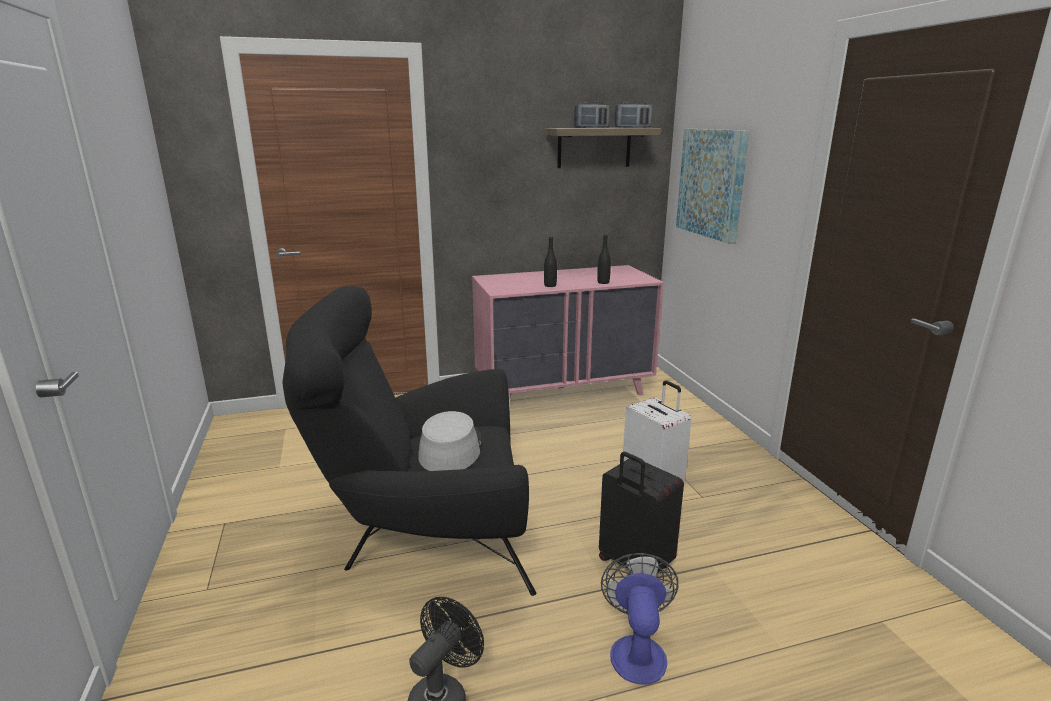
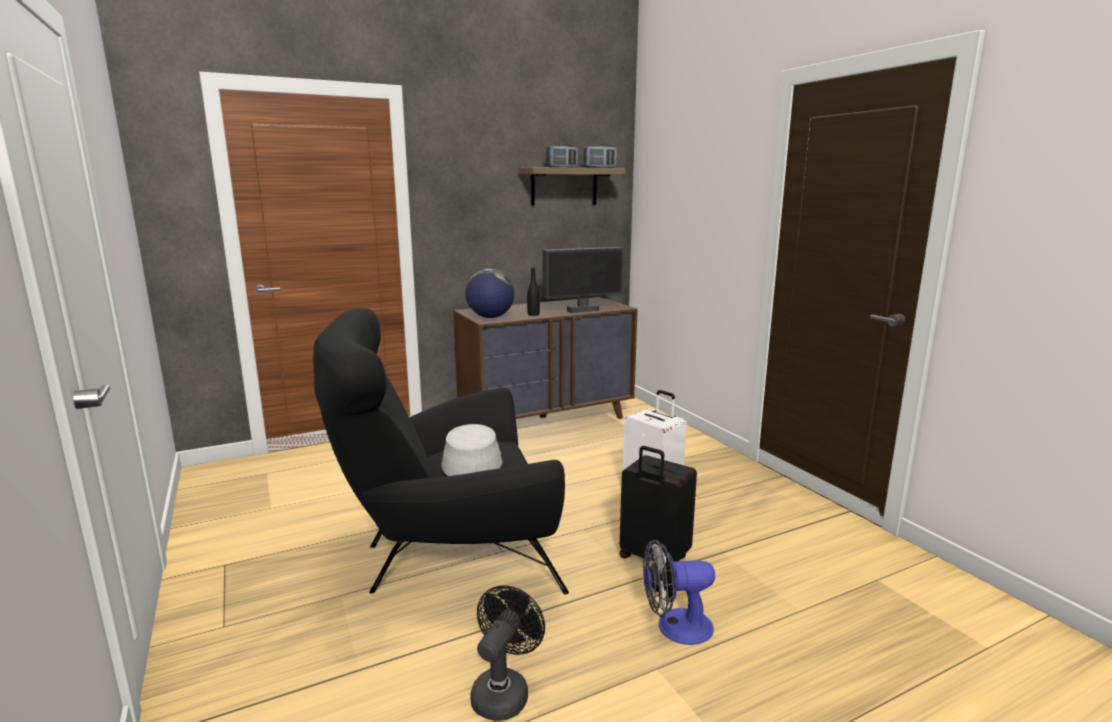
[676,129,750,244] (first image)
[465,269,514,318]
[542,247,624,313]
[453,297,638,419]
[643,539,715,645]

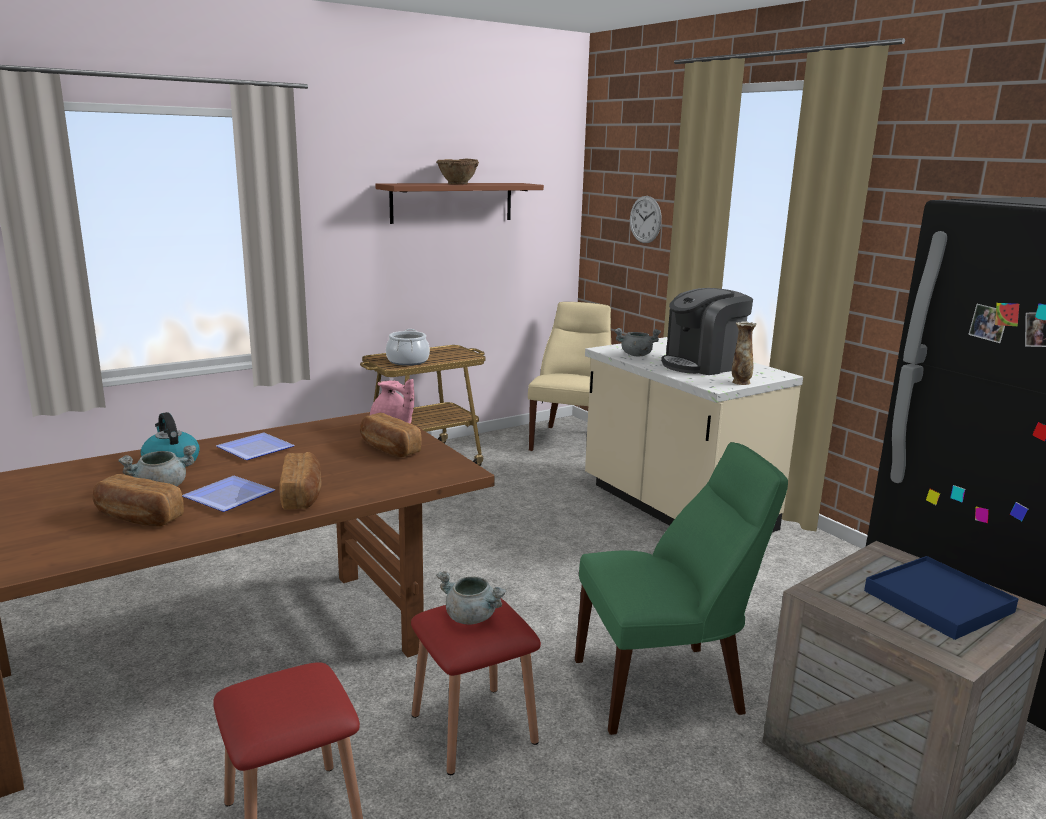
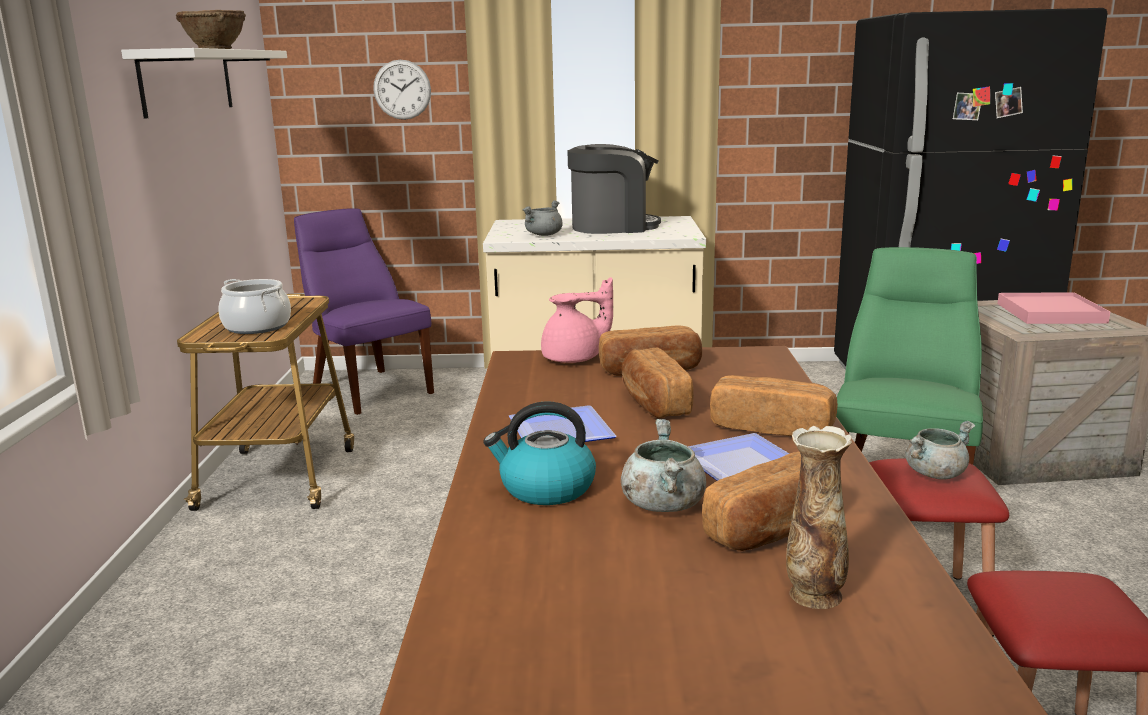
[622,347,694,418]
[786,426,852,609]
[121,48,287,119]
[294,208,434,415]
[997,292,1110,324]
[567,144,661,234]

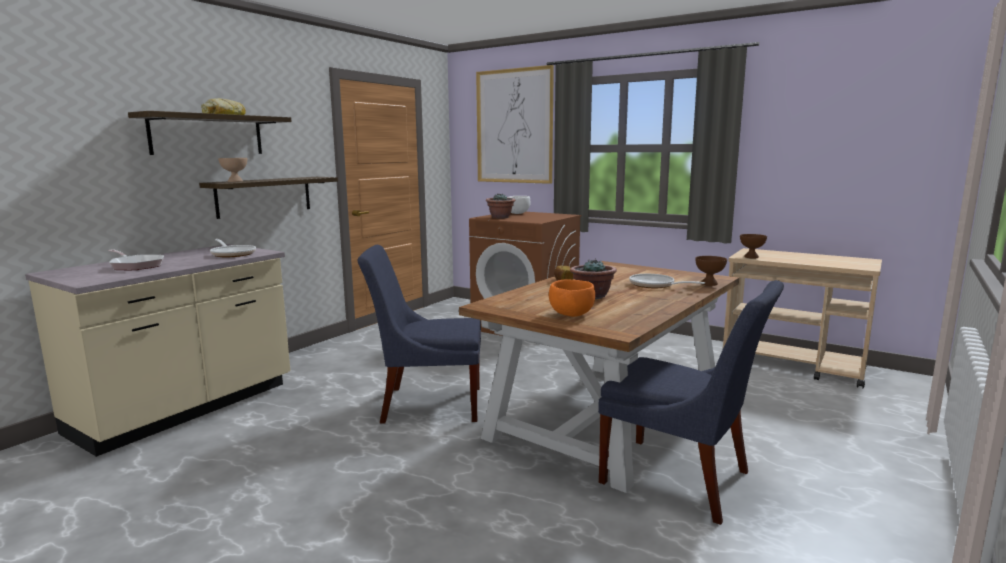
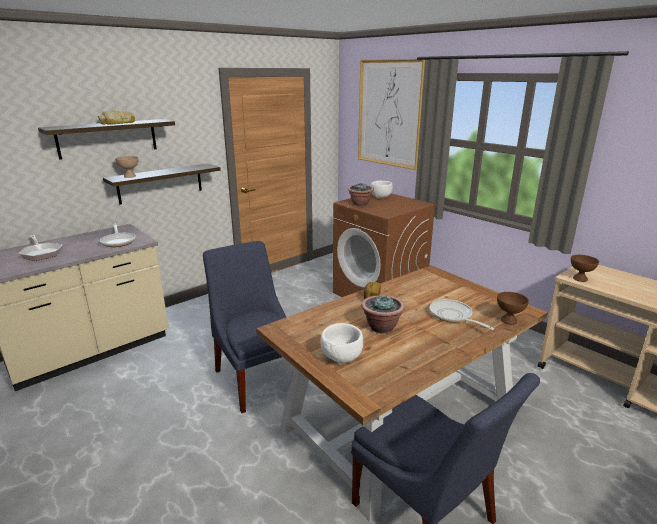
[320,323,363,363]
[203,241,286,413]

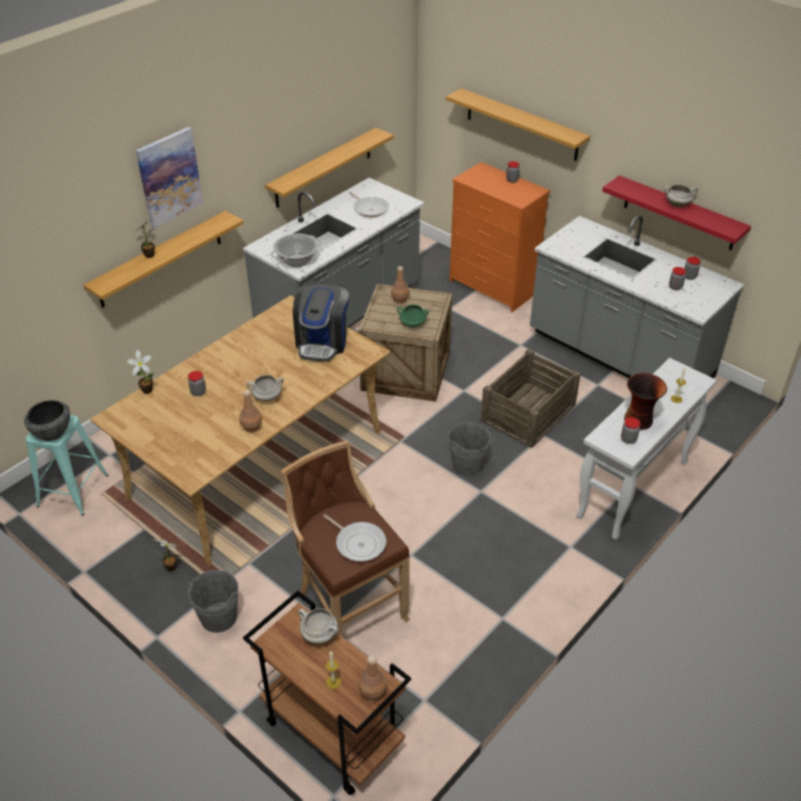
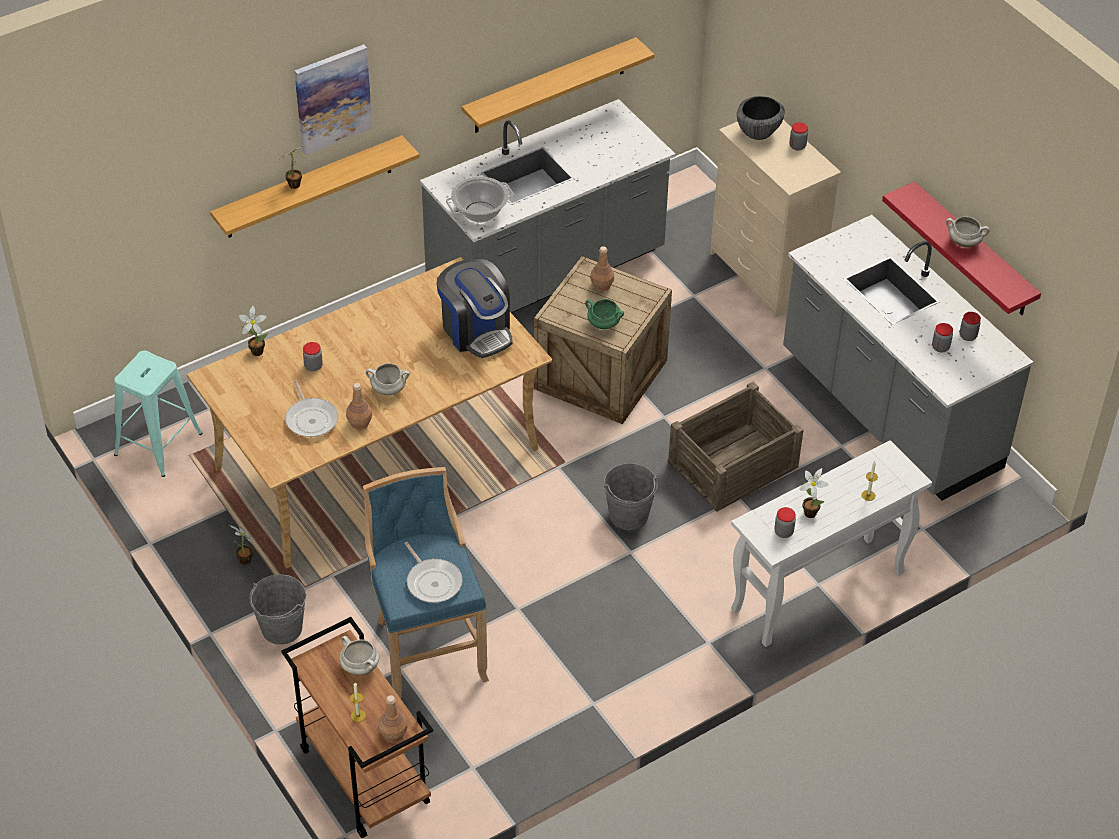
[446,88,590,161] (first image)
[737,96,785,140]
[286,380,338,437]
[799,468,828,518]
[363,467,489,699]
[710,120,841,318]
[437,259,512,358]

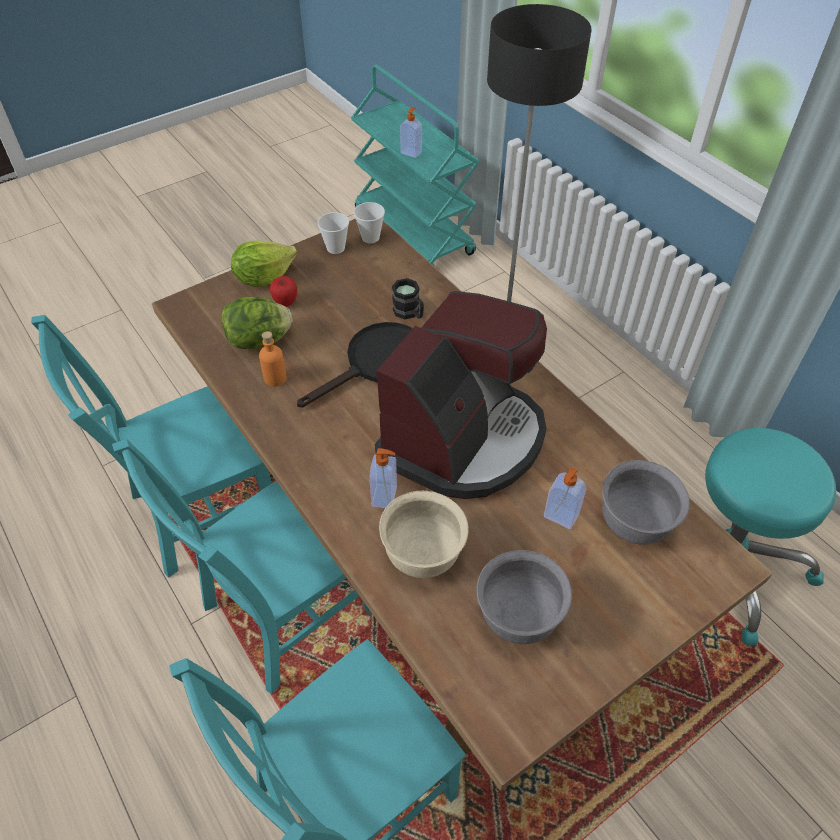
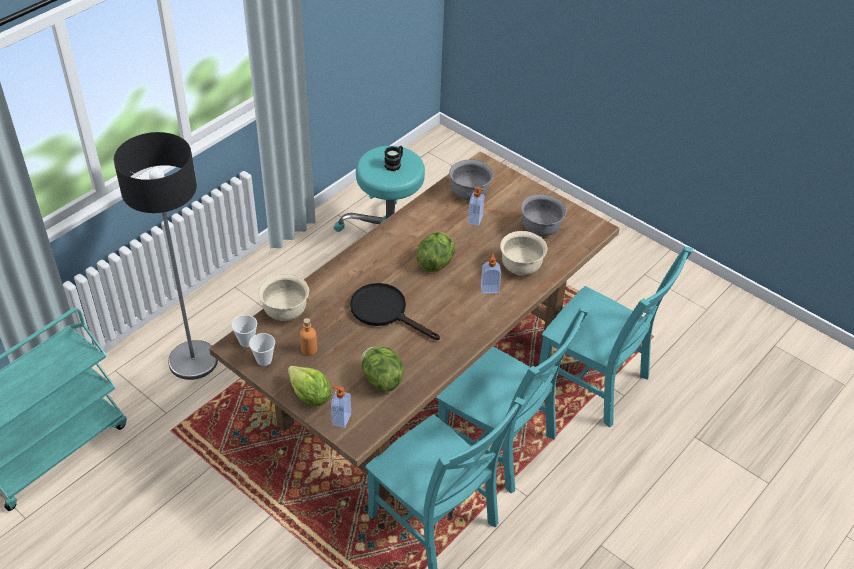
[270,276,297,307] (first image)
[259,274,309,321]
[300,318,317,356]
[384,146,403,171]
[331,386,351,428]
[416,232,455,272]

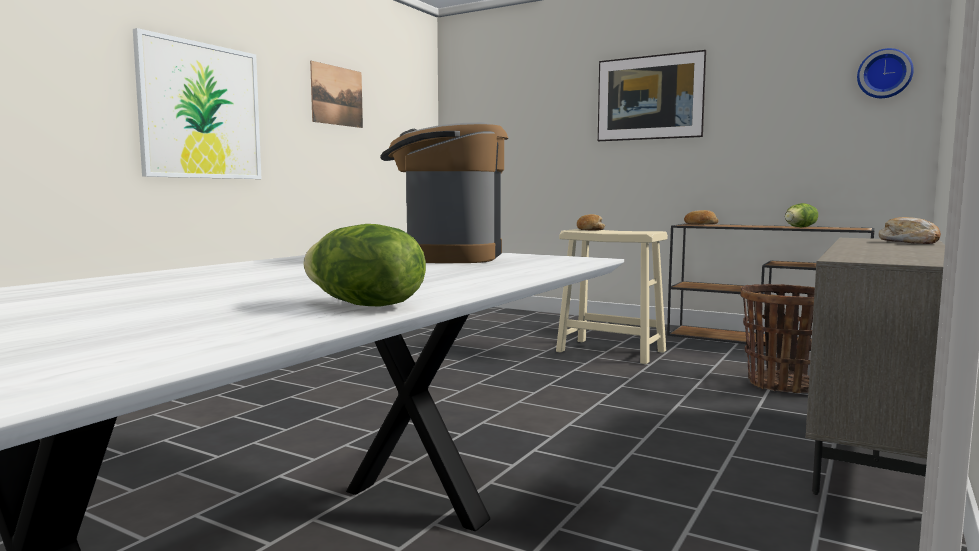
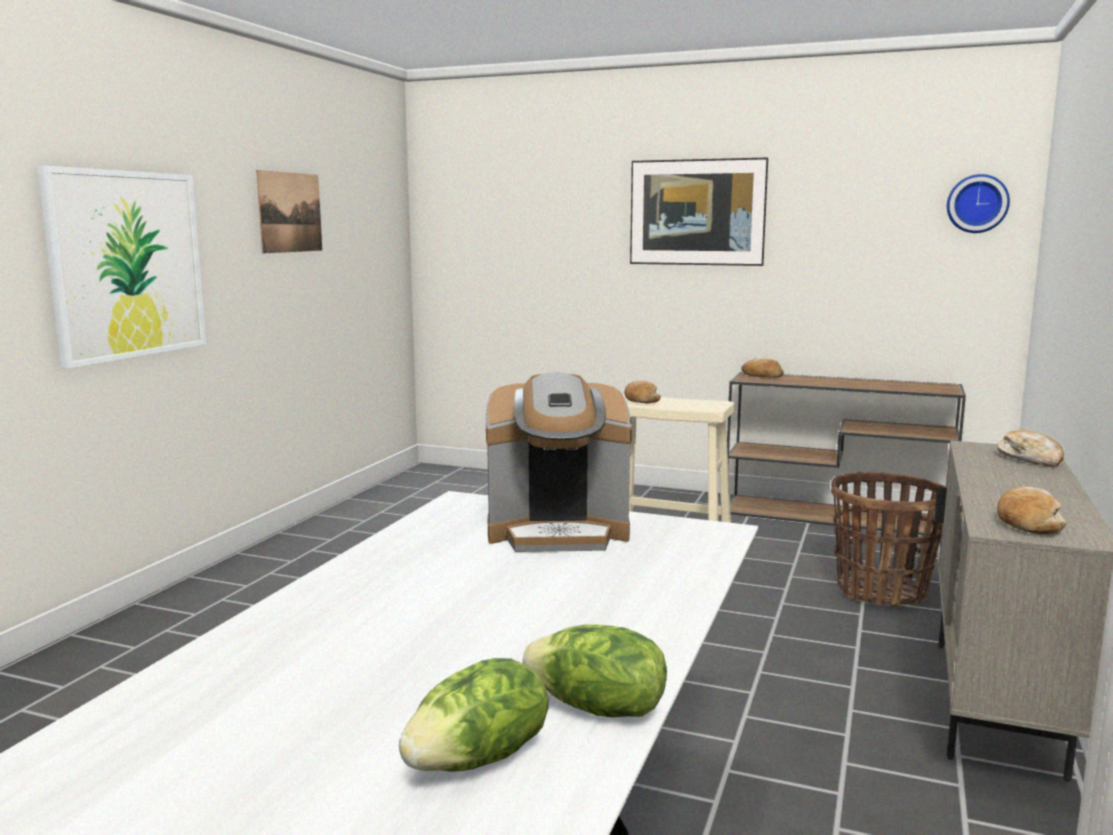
[997,486,1067,534]
[399,658,549,772]
[486,372,632,552]

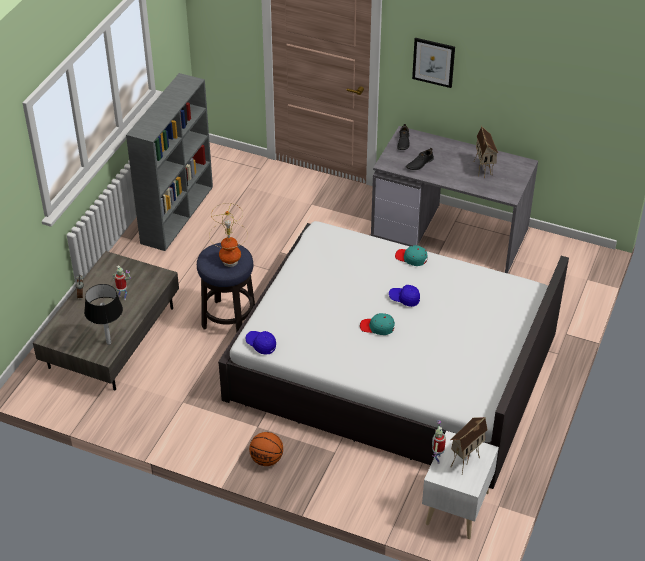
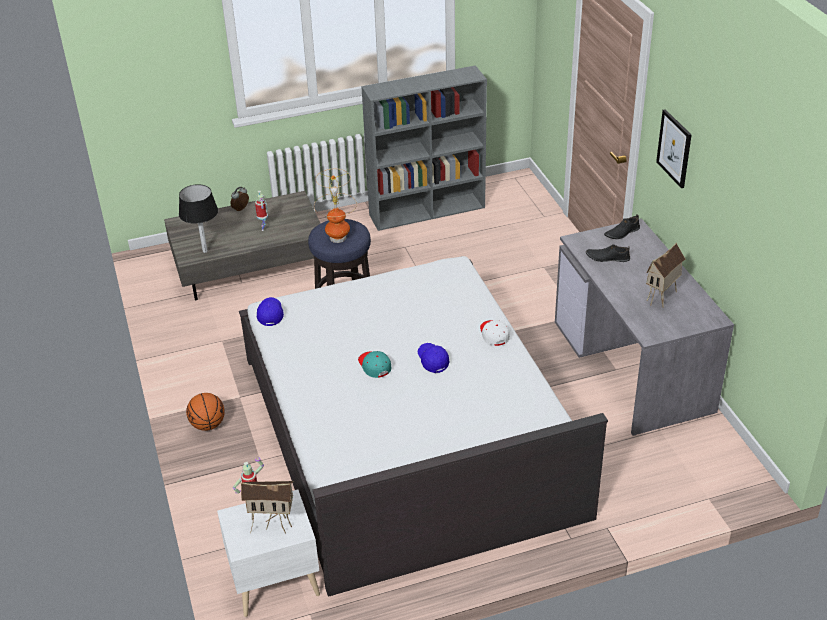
[480,320,510,346]

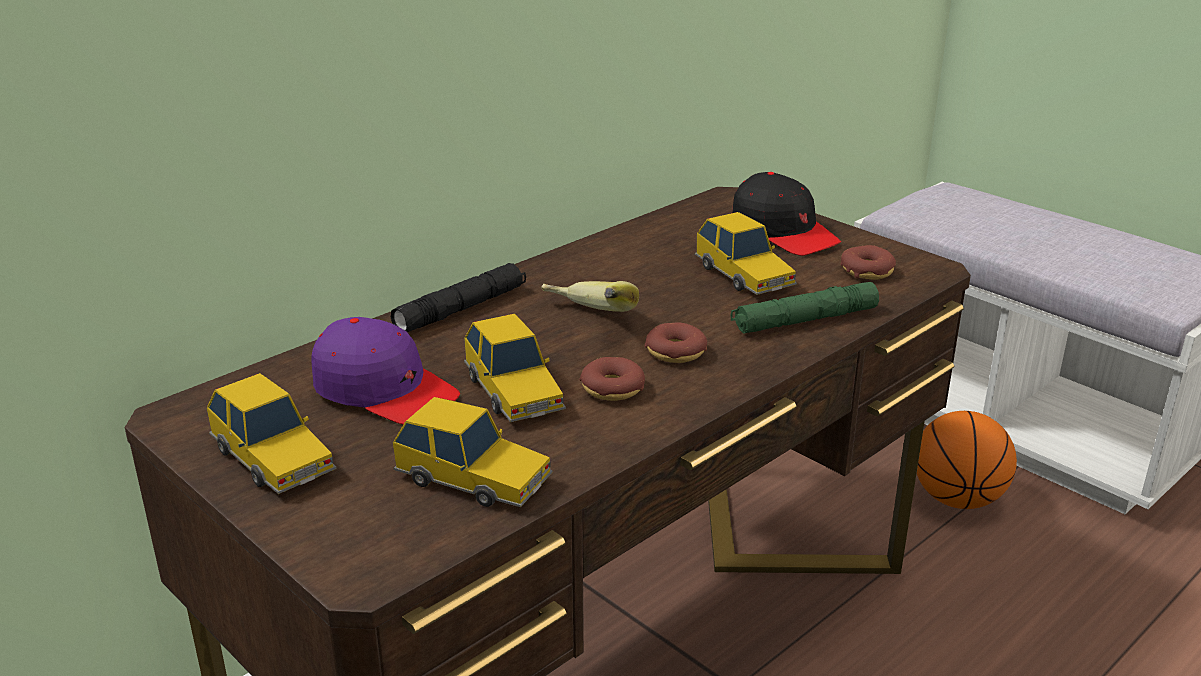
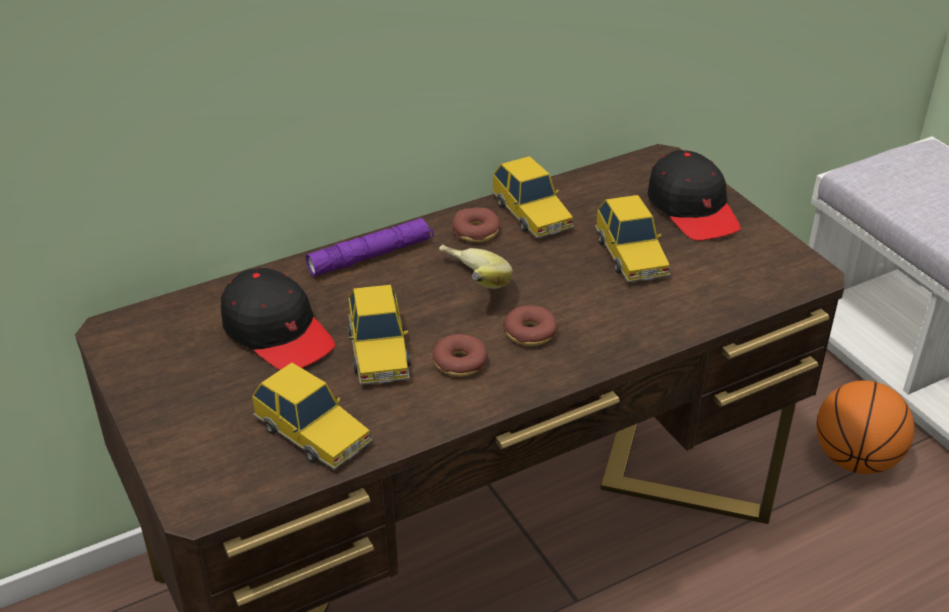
[731,282,879,334] (first image)
[492,156,574,238]
[452,208,501,243]
[221,268,335,370]
[306,218,434,276]

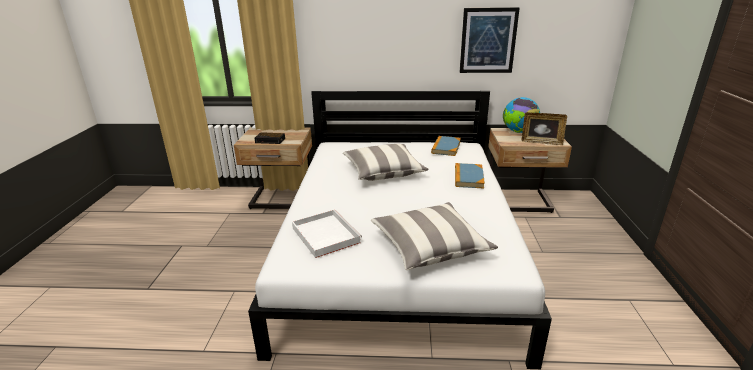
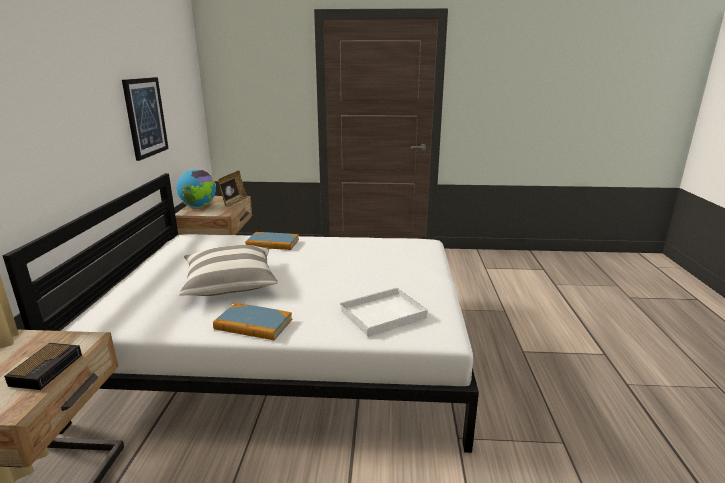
[371,202,498,270] (first image)
[213,303,292,340]

